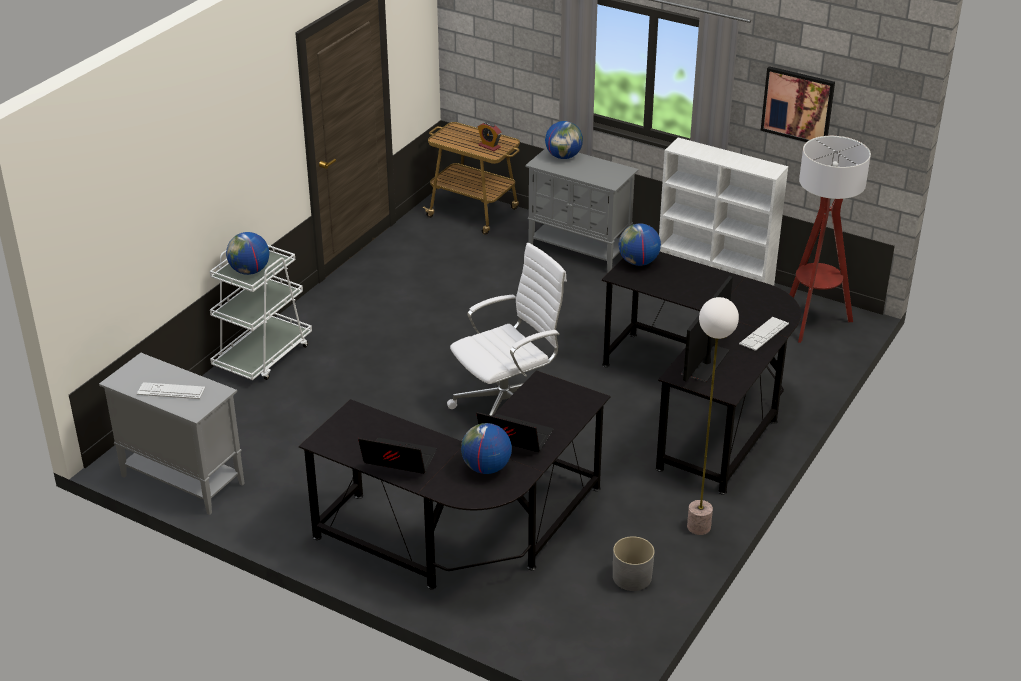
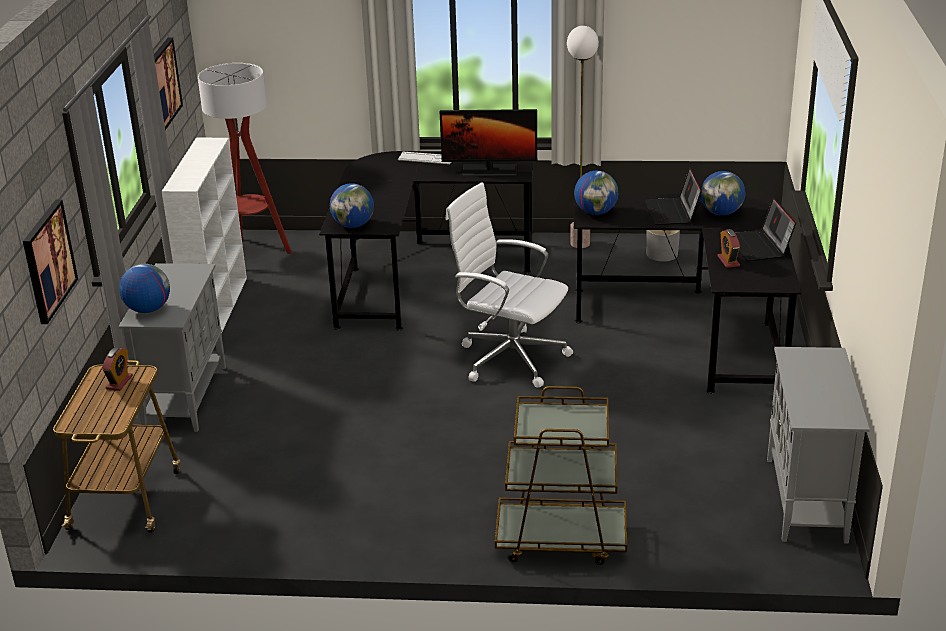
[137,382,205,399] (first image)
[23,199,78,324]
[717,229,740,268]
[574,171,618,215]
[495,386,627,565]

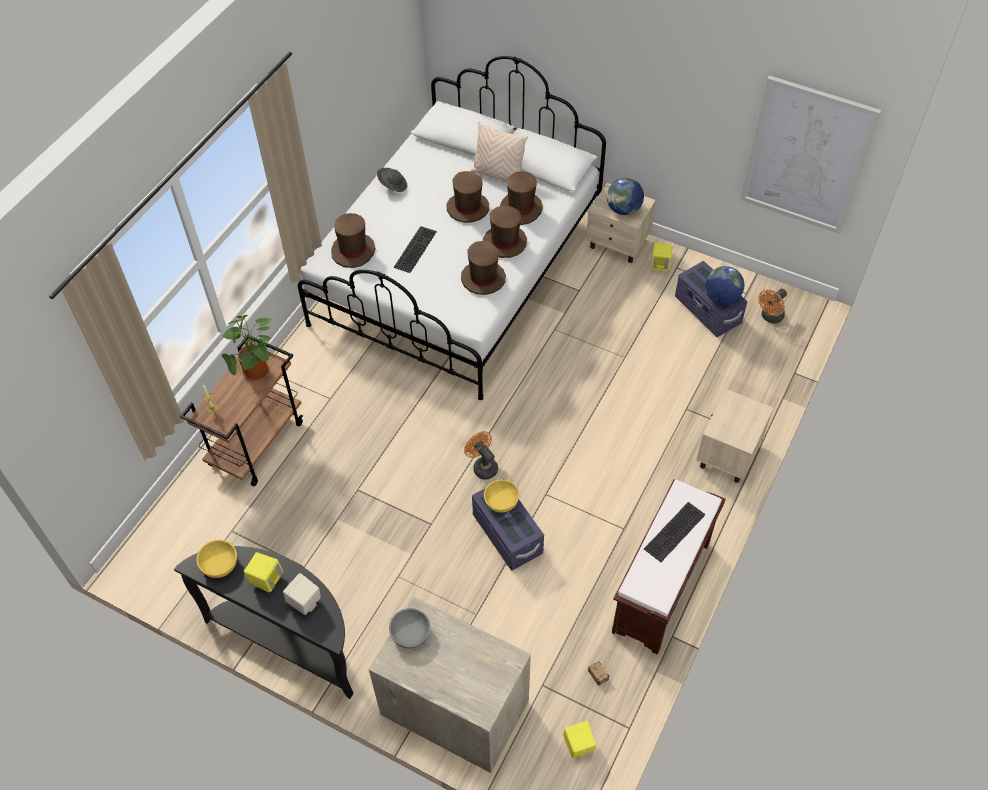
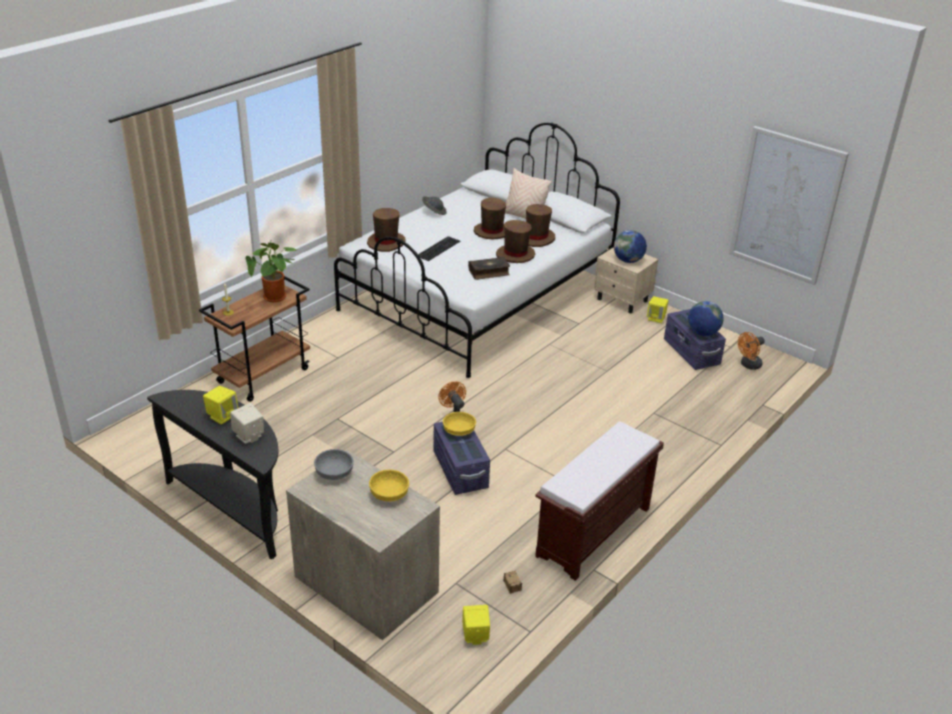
[644,502,706,562] (first image)
[697,389,773,483] (first image)
[369,469,409,502]
[468,257,510,280]

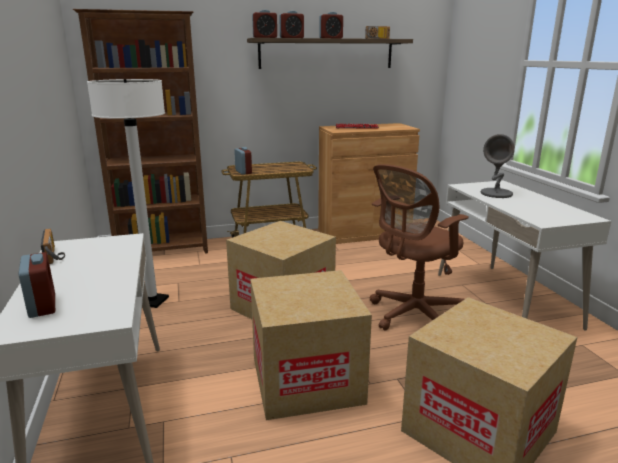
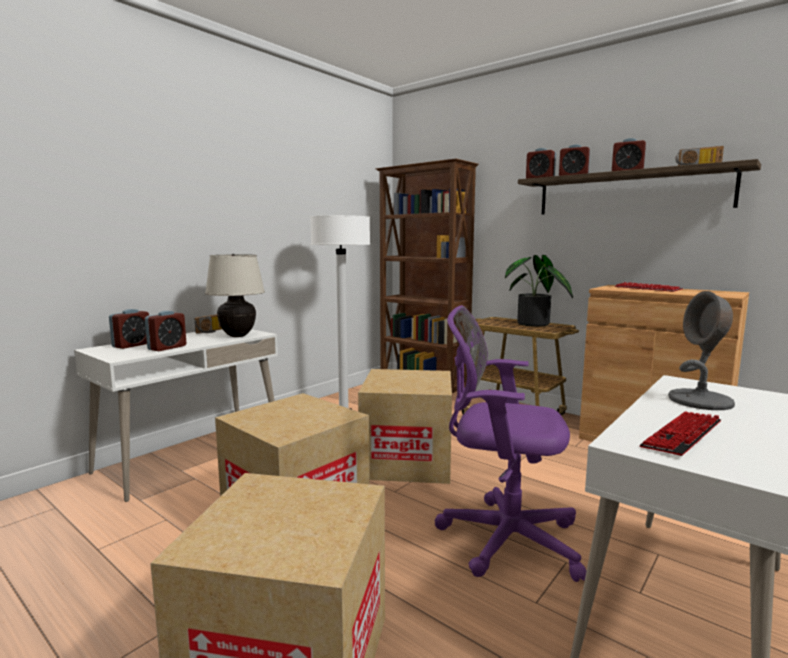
[205,254,265,337]
[505,255,573,327]
[639,411,721,456]
[145,311,186,351]
[435,305,587,582]

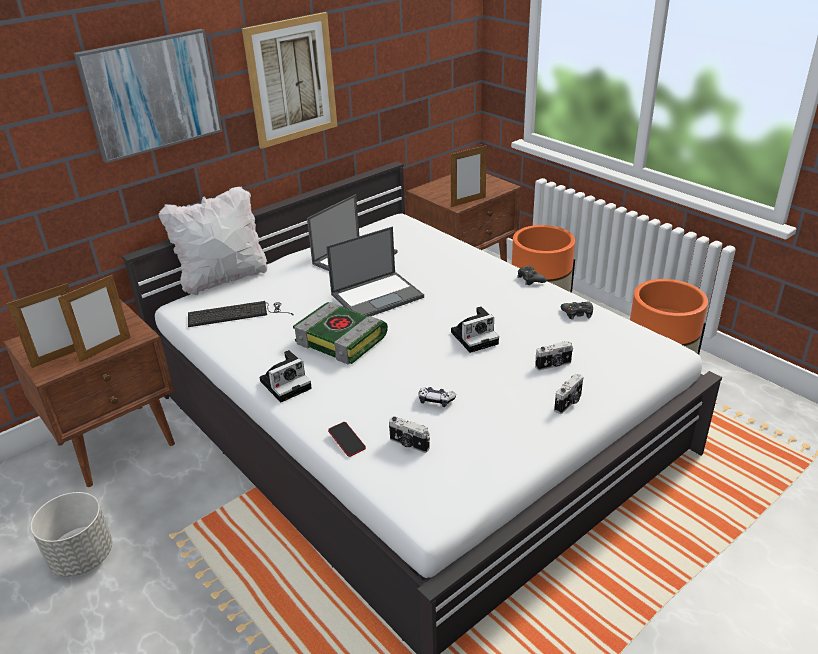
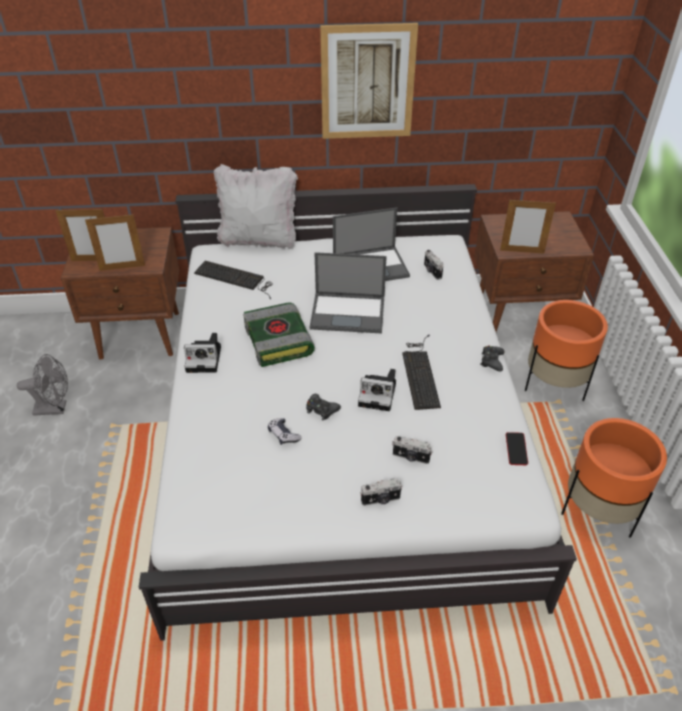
[74,29,222,163] (first image)
[402,335,441,410]
[506,432,528,465]
[424,250,443,280]
[306,394,341,421]
[17,354,68,416]

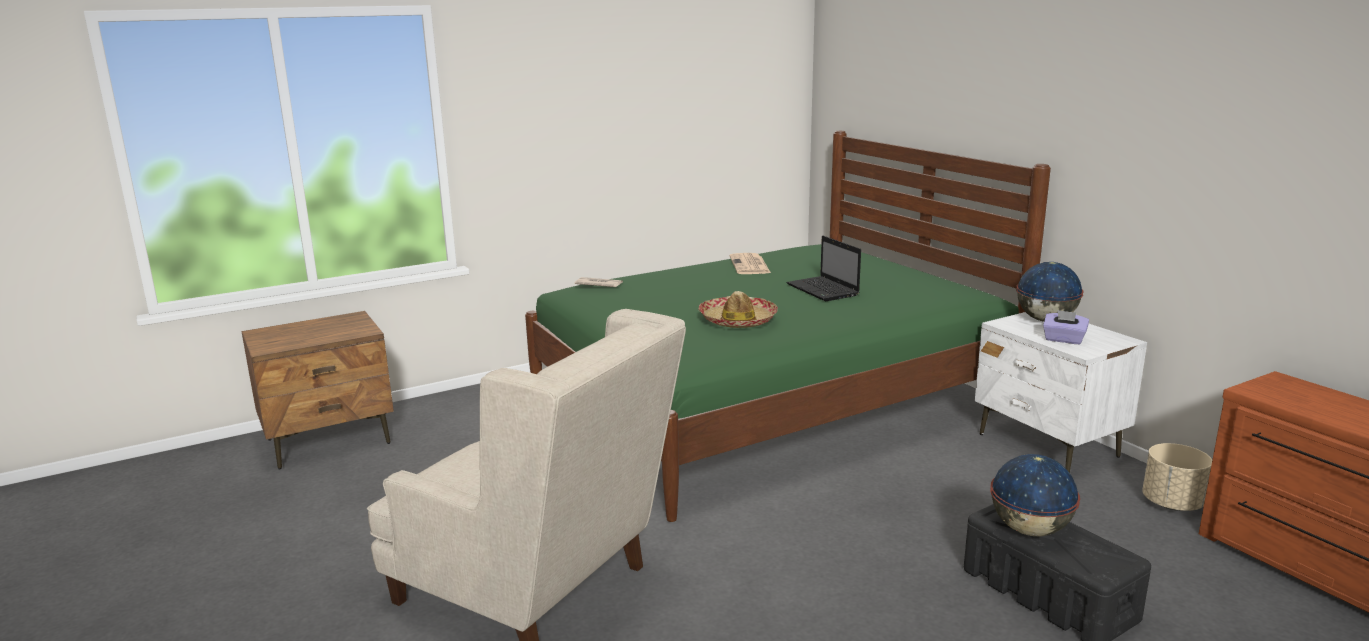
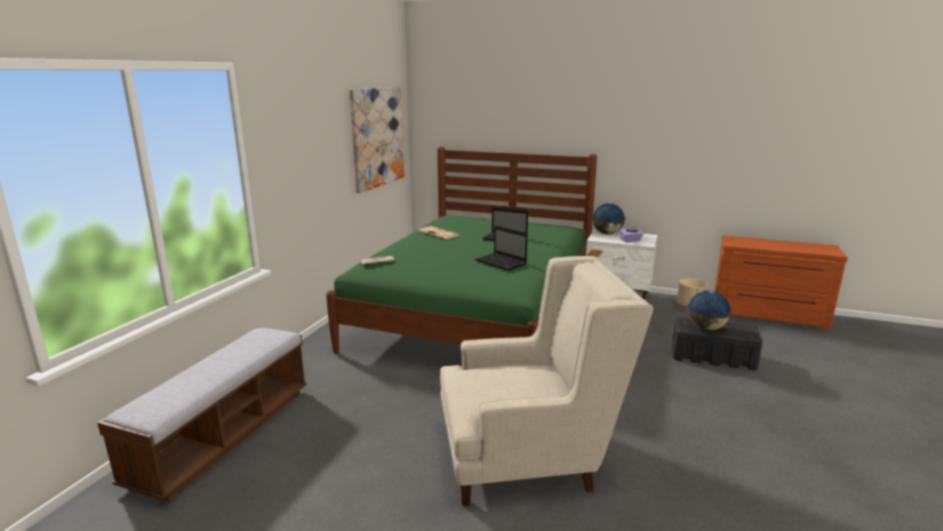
[350,87,404,193]
[97,327,307,502]
[475,225,528,271]

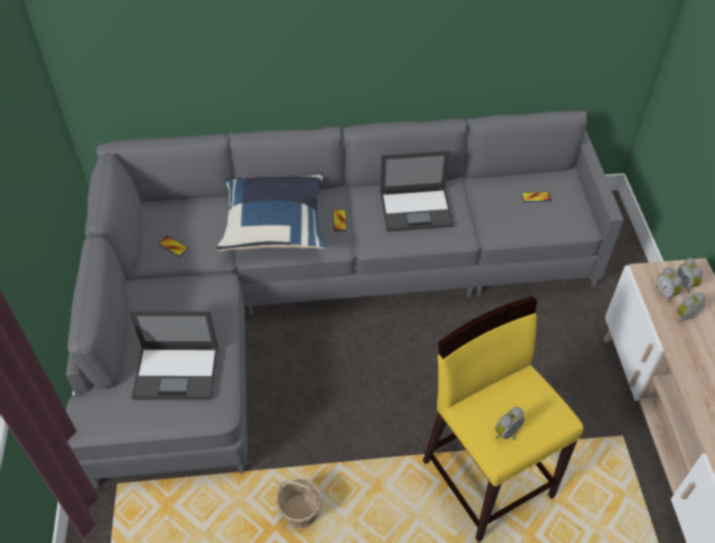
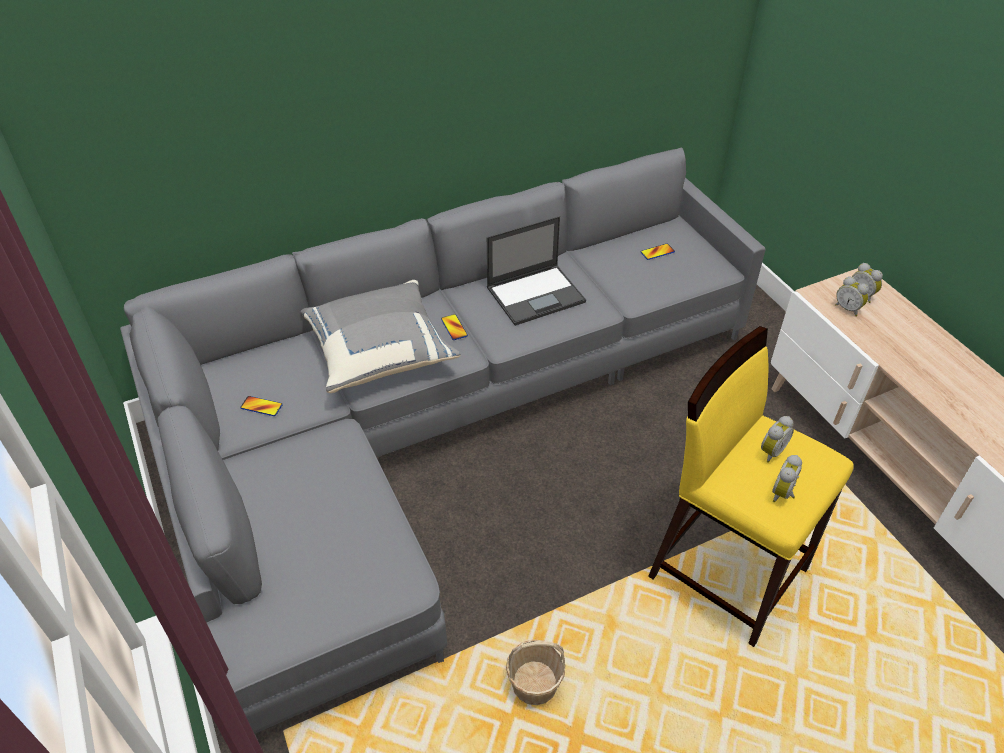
[129,311,219,400] (first image)
[761,416,794,463]
[301,280,461,393]

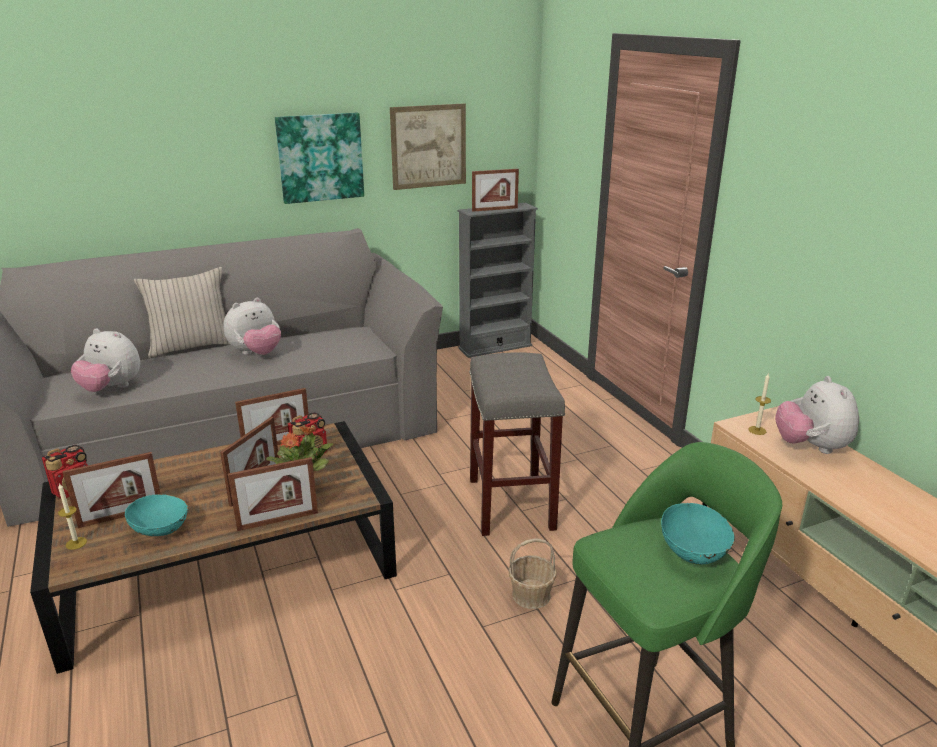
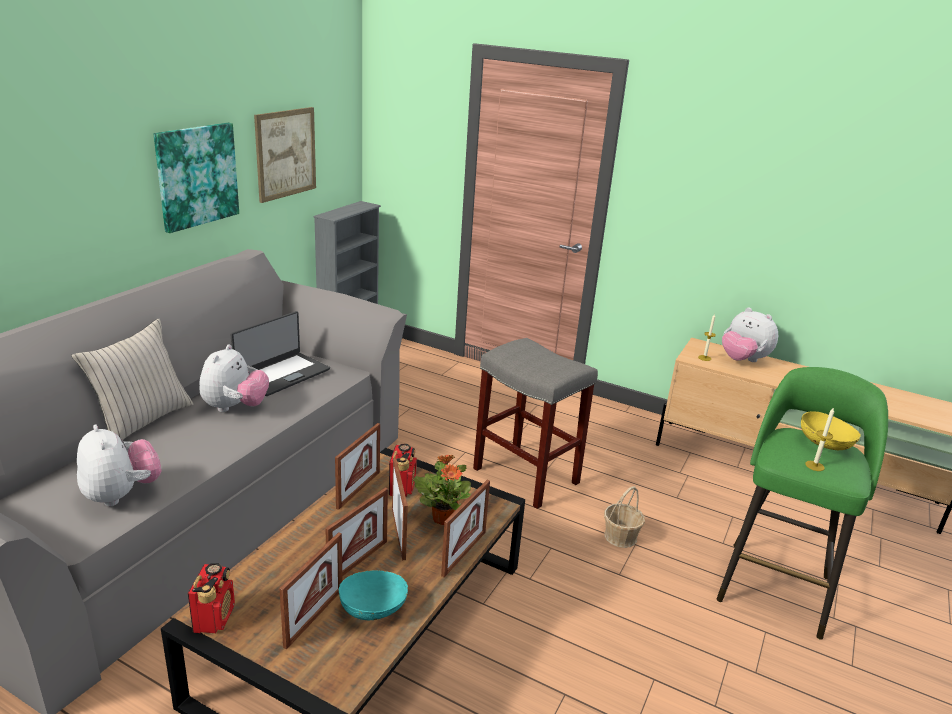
[230,311,330,396]
[805,407,834,471]
[325,488,388,576]
[801,411,861,450]
[77,424,162,506]

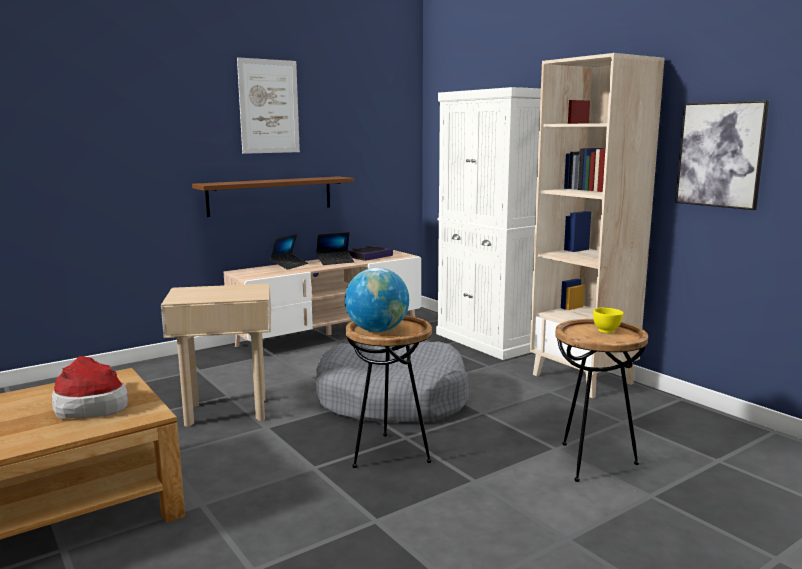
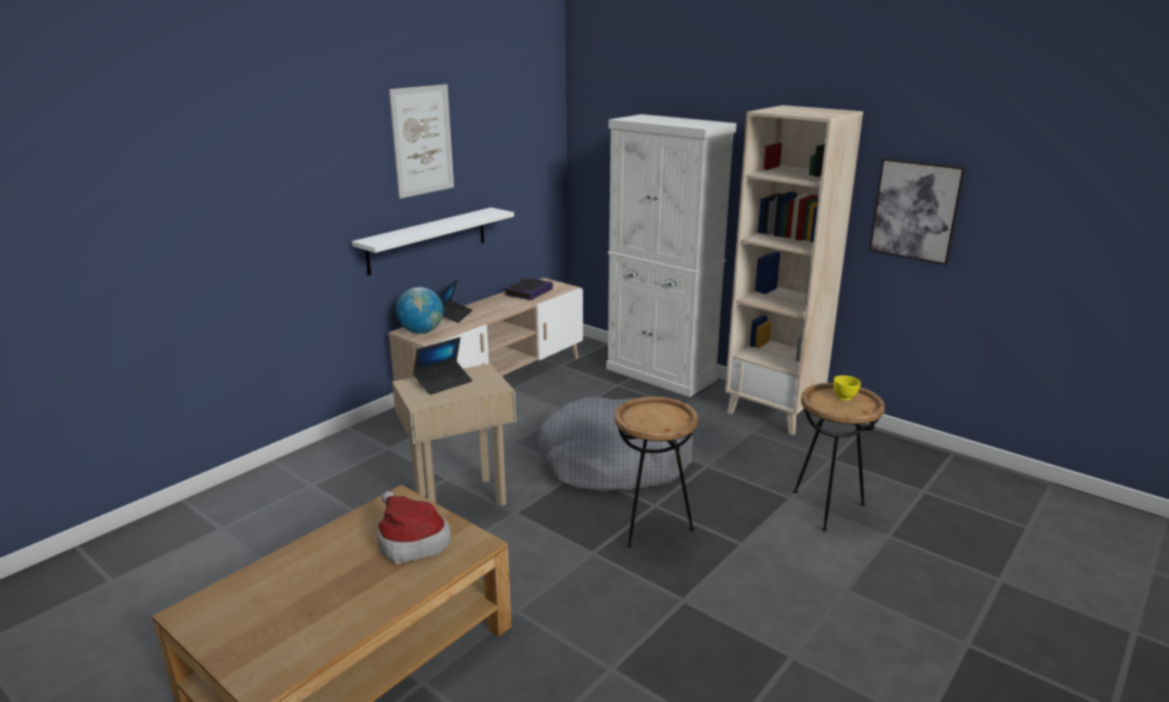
[413,337,472,395]
[396,287,443,334]
[352,207,514,276]

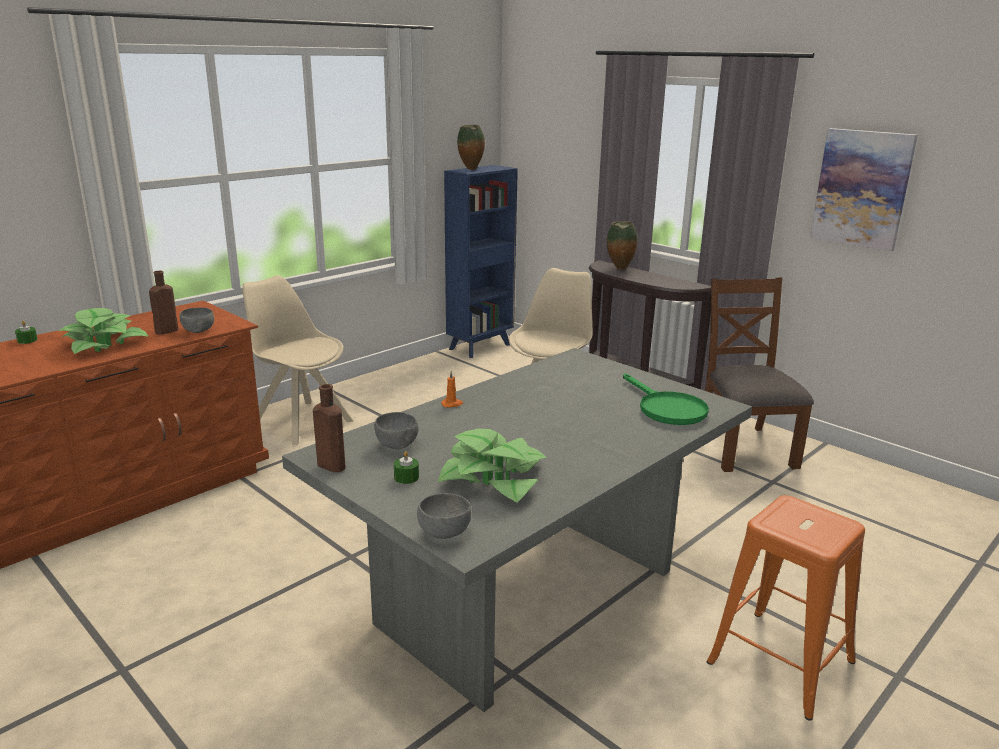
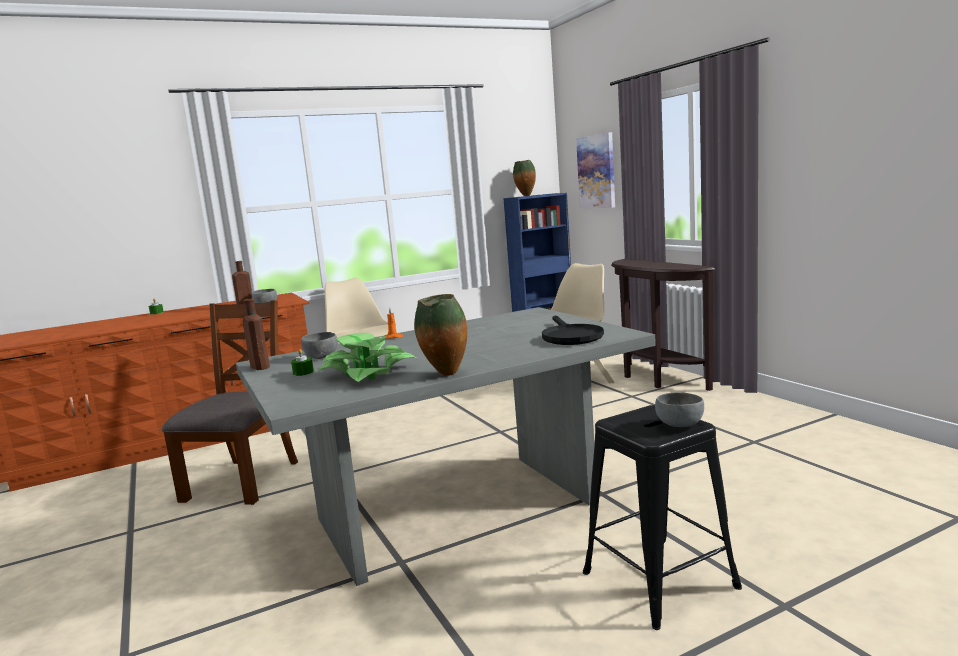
[59,308,149,354] (first image)
[655,392,704,427]
[414,294,467,376]
[162,300,298,505]
[576,132,615,208]
[542,316,604,345]
[583,405,742,630]

